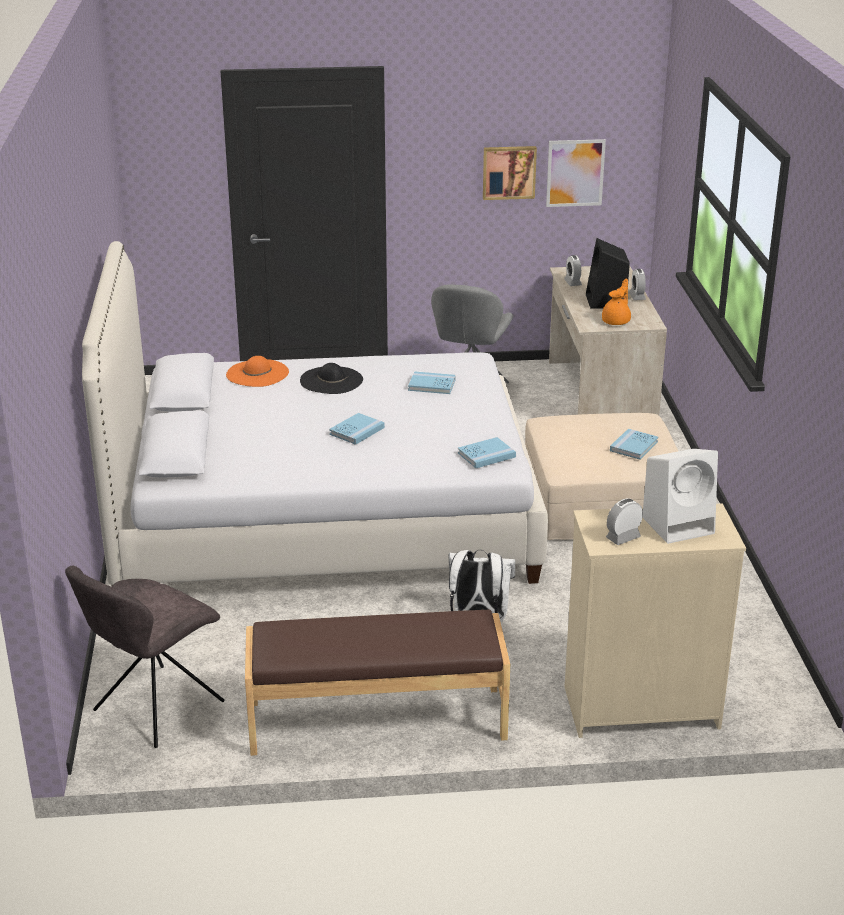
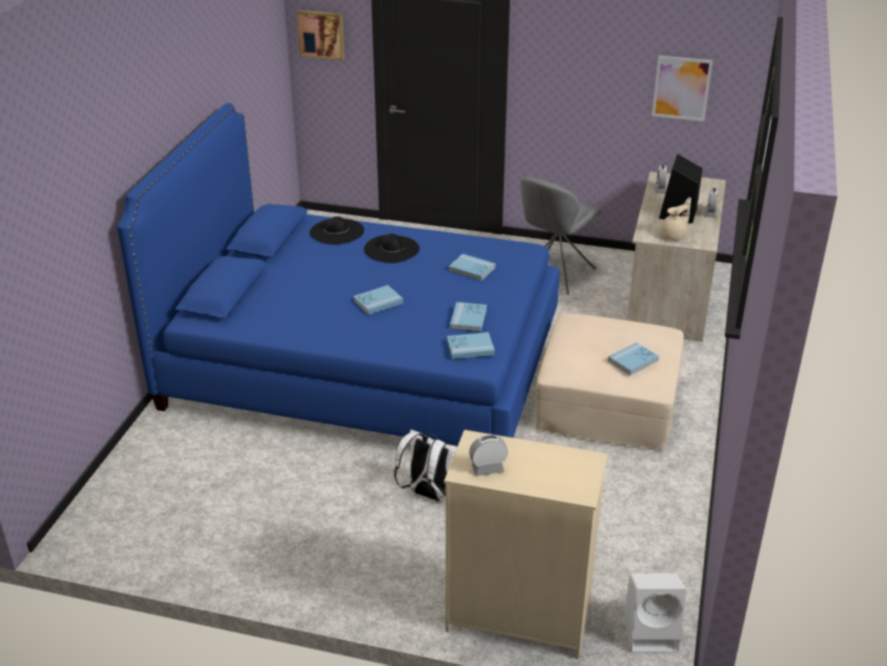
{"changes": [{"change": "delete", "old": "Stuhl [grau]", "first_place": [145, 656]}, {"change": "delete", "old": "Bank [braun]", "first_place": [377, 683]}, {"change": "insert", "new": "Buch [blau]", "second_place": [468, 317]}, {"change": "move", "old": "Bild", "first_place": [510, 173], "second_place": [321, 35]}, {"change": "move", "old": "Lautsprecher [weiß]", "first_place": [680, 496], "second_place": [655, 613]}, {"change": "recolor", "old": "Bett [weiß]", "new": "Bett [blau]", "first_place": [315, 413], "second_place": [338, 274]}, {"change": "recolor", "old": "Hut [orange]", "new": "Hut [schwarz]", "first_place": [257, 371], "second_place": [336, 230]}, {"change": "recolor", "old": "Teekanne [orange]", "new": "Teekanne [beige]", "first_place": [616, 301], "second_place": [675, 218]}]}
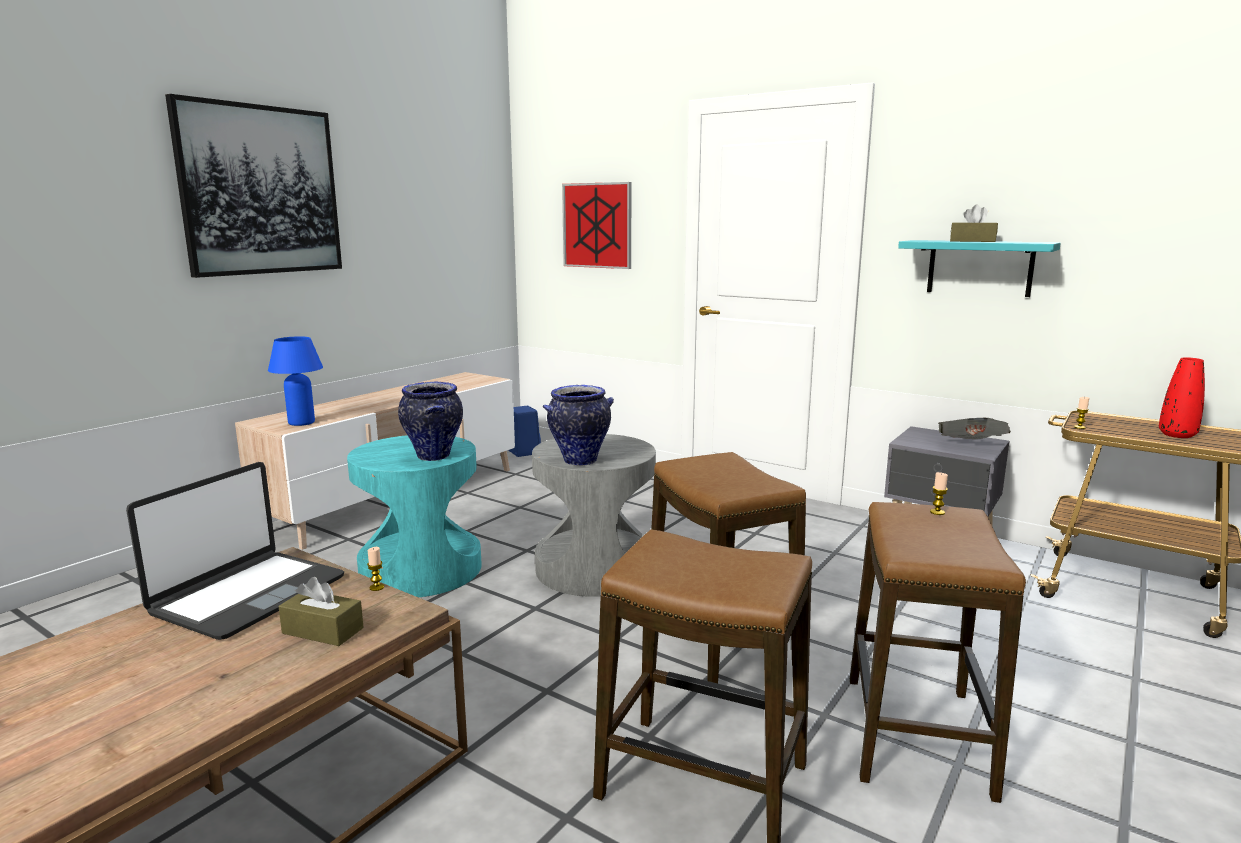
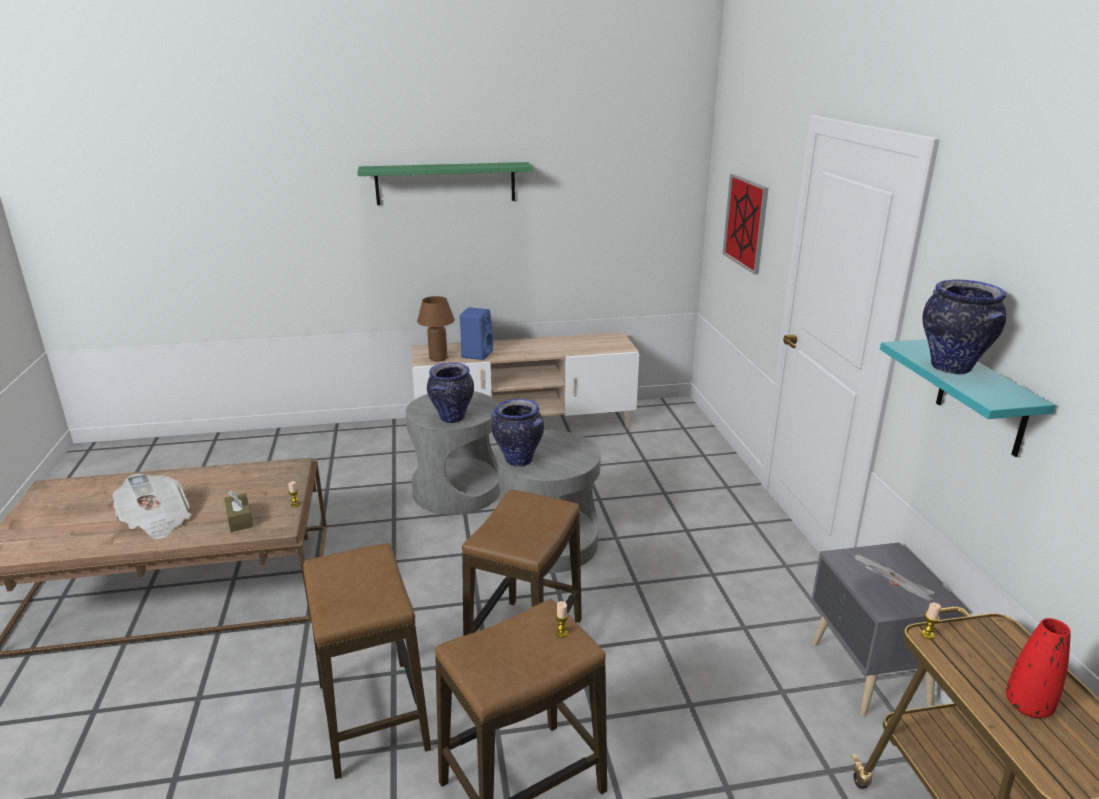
{"changes": [{"change": "delete", "old": "Laptop", "first_place": [235, 551]}, {"change": "insert", "new": "Zeitung", "second_place": [151, 506]}, {"change": "move", "old": "Lautsprecher [blau]", "first_place": [525, 431], "second_place": [476, 334]}, {"change": "replace", "old": "Bild", "new": "Wandregal [grün]", "first_place": [253, 186], "second_place": [445, 183]}, {"change": "replace", "old": "Taschentuchbox [braun]", "new": "Vase", "first_place": [974, 223], "second_place": [964, 326]}, {"change": "recolor", "old": "Tischlampe [blau]", "new": "Tischlampe [braun]", "first_place": [295, 381], "second_place": [436, 328]}, {"change": "recolor", "old": "Beistelltisch [türkis]", "new": "Beistelltisch [grau]", "first_place": [414, 516], "second_place": [453, 453]}]}
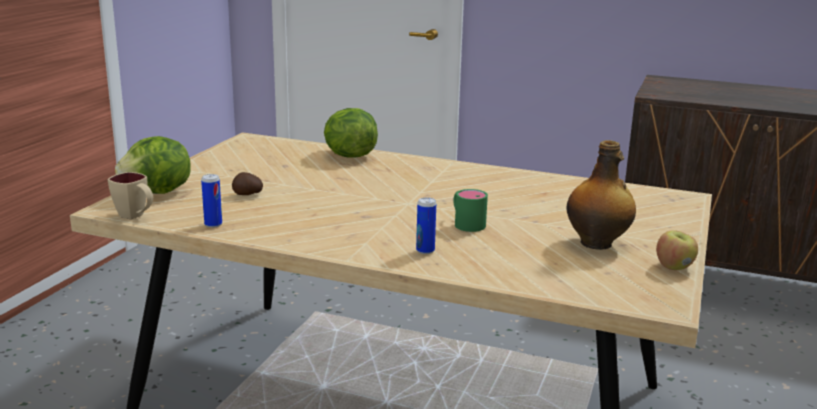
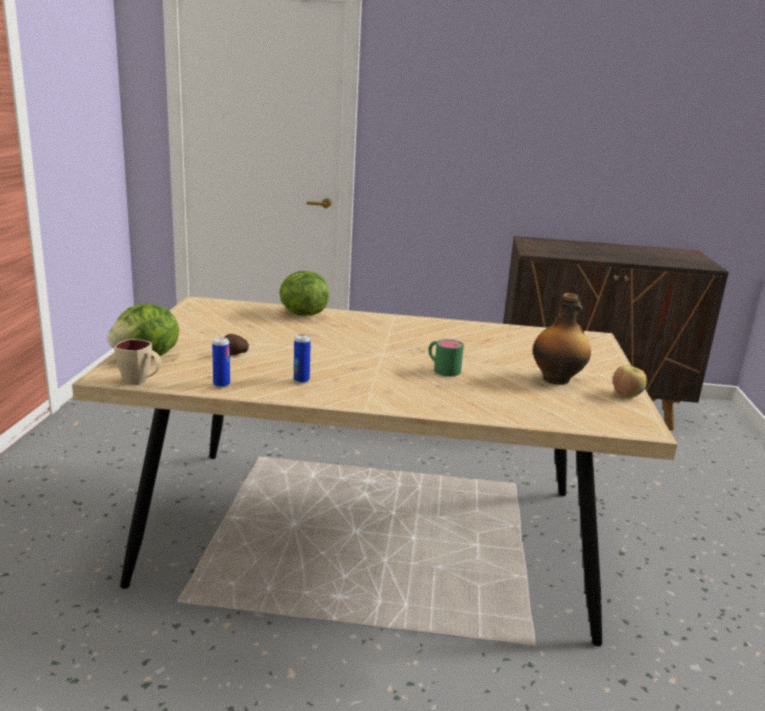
{"changes": [{"change": "move", "old": "Dose", "first_place": [426, 225], "second_place": [302, 358]}]}
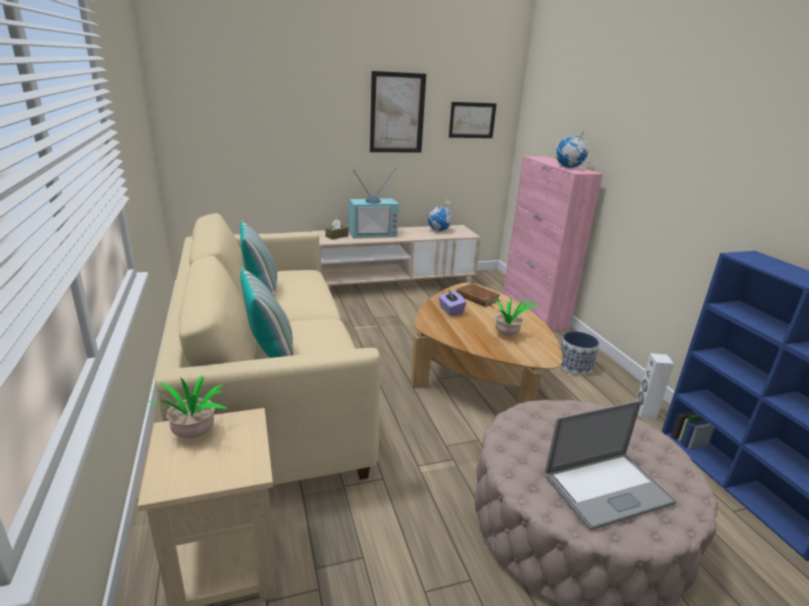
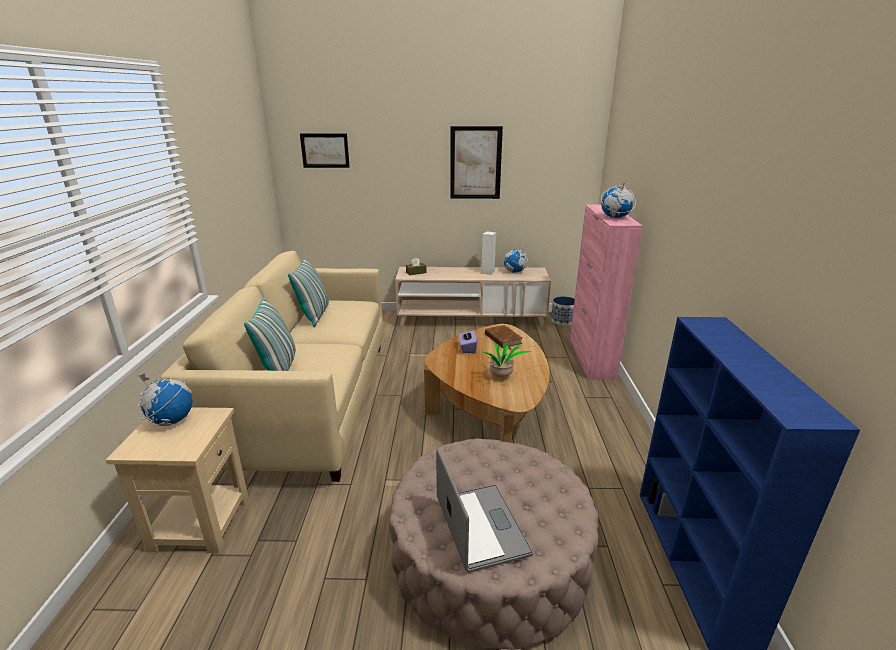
{"changes": [{"change": "delete", "old": "Fernseher", "first_place": [374, 202]}, {"change": "move", "old": "Bild", "first_place": [473, 120], "second_place": [325, 150]}, {"change": "move", "old": "Pflanzkübel", "first_place": [579, 353], "second_place": [563, 311]}, {"change": "move", "old": "Lautsprecher [weiß]", "first_place": [655, 386], "second_place": [488, 253]}, {"change": "replace", "old": "Topfpflanze", "new": "Globus", "first_place": [183, 406], "second_place": [165, 399]}, {"change": "rotate", "old": "Laptop", "first_place": [611, 465], "second_place": [484, 510], "degrees": -105}]}
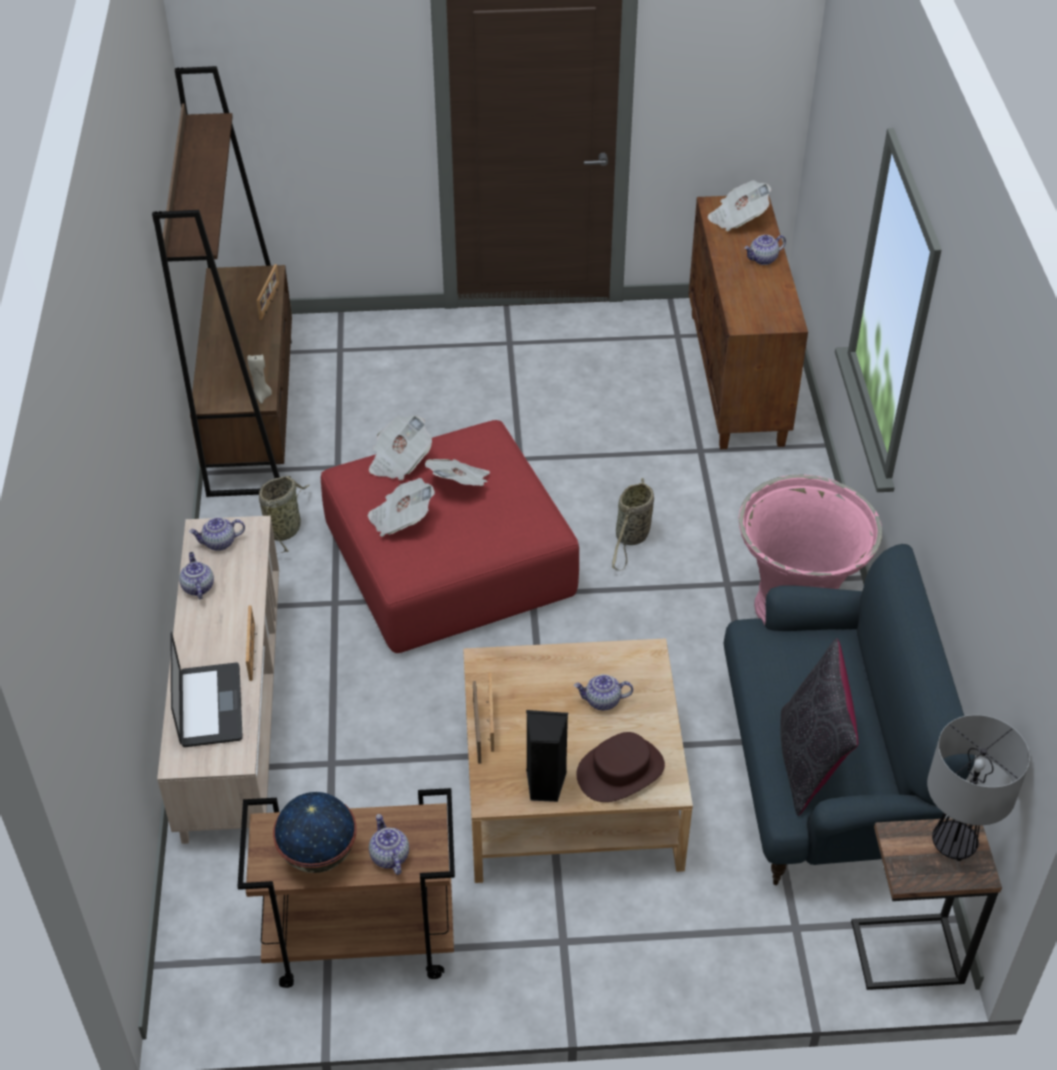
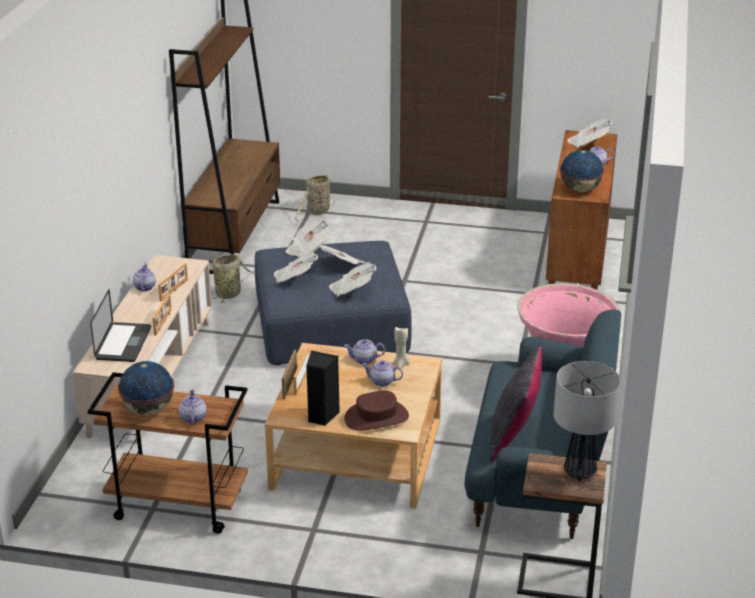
{"changes": [{"change": "insert", "new": "Zeitung", "second_place": [353, 279]}, {"change": "insert", "new": "Globus", "second_place": [582, 171]}, {"change": "move", "old": "Teekanne", "first_place": [217, 534], "second_place": [364, 351]}, {"change": "move", "old": "Kerze [beige]", "first_place": [259, 379], "second_place": [401, 347]}, {"change": "move", "old": "Bilderrahmen", "first_place": [268, 292], "second_place": [173, 282]}, {"change": "move", "old": "Korb", "first_place": [633, 524], "second_place": [314, 198]}, {"change": "recolor", "old": "Polsterhocker [rot]", "new": "Polsterhocker [blau]", "first_place": [450, 536], "second_place": [333, 303]}]}
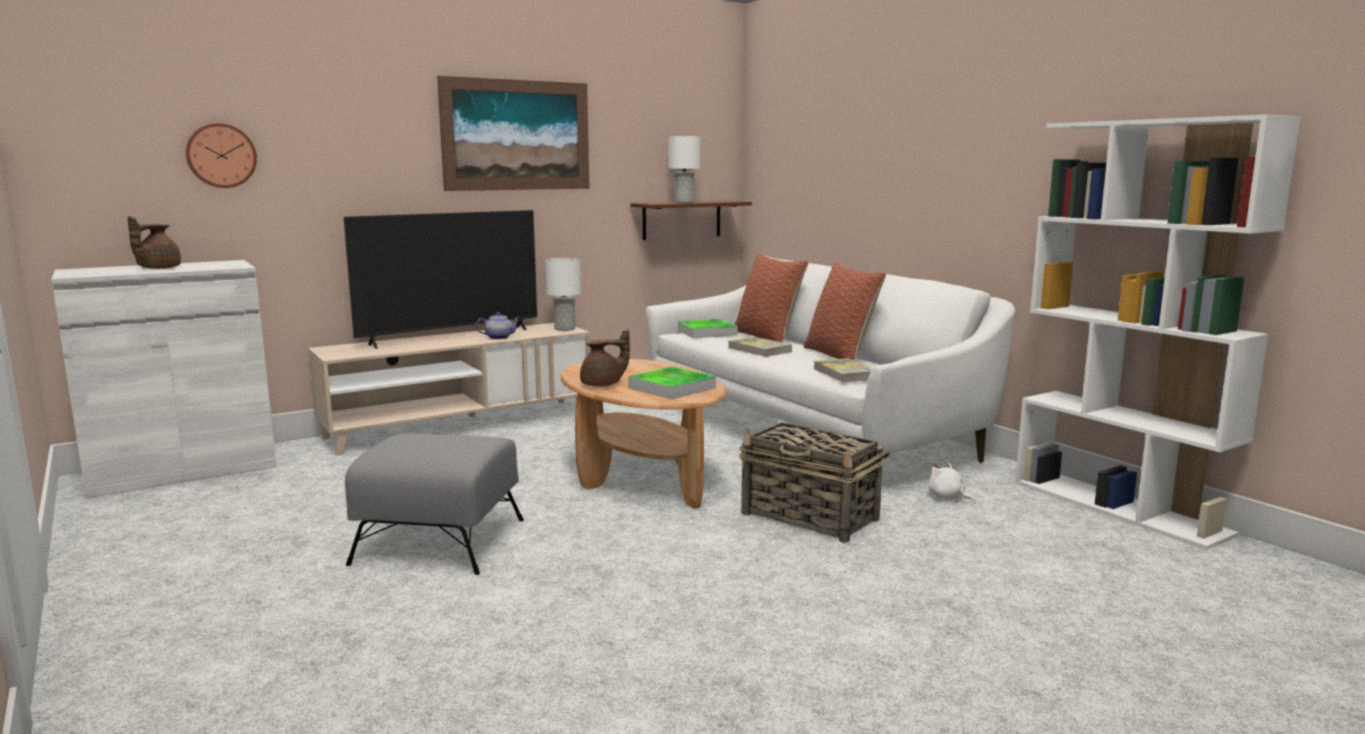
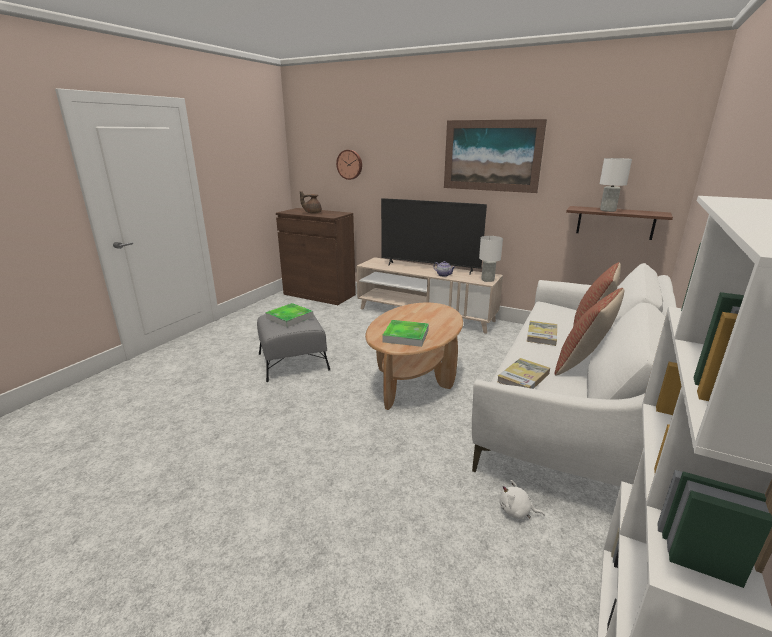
{"changes": [{"change": "delete", "old": "Teekanne [braun]", "first_place": [605, 357]}, {"change": "delete", "old": "Korb", "first_place": [812, 482]}, {"change": "move", "old": "Tablett", "first_place": [708, 328], "second_place": [289, 315]}, {"change": "recolor", "old": "Schrank [weiß]", "new": "Schrank [braun]", "first_place": [164, 379], "second_place": [316, 256]}, {"change": "rotate", "old": "Plüschtier [weiß]", "first_place": [952, 482], "second_place": [522, 499], "degrees": -90}]}
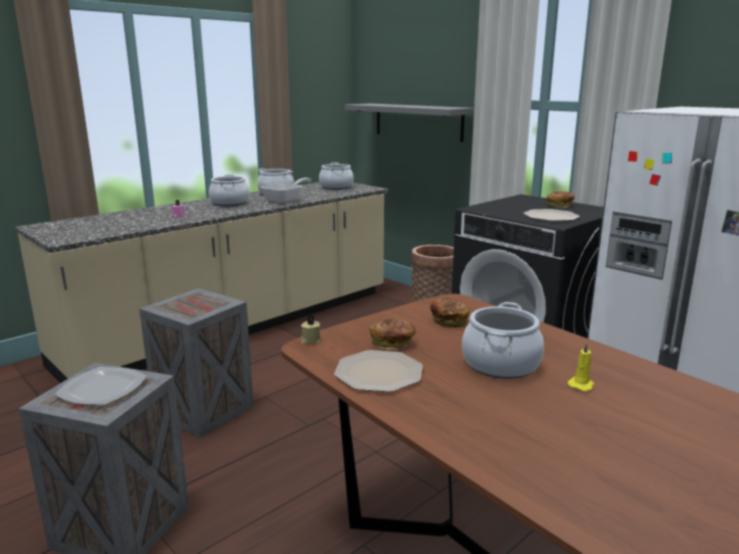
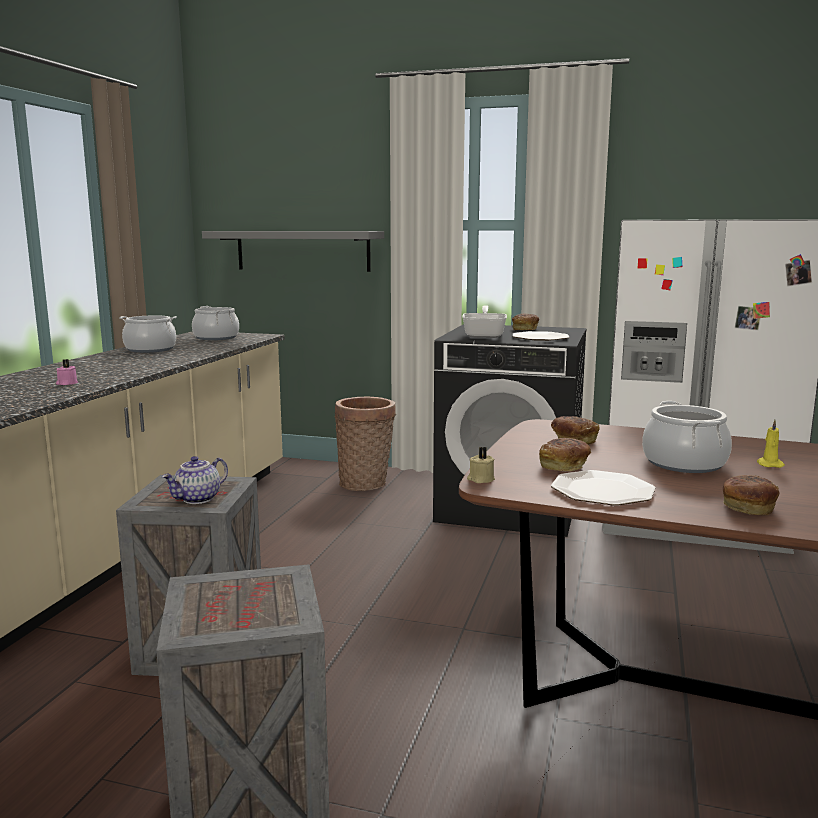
{"changes": [{"change": "delete", "old": "Teller", "first_place": [100, 386]}, {"change": "delete", "old": "Kochtopf", "first_place": [229, 190]}, {"change": "insert", "new": "Teekanne", "second_place": [195, 480]}, {"change": "insert", "new": "Brot", "second_place": [751, 495]}, {"change": "move", "old": "Pfanne", "first_place": [286, 191], "second_place": [484, 322]}]}
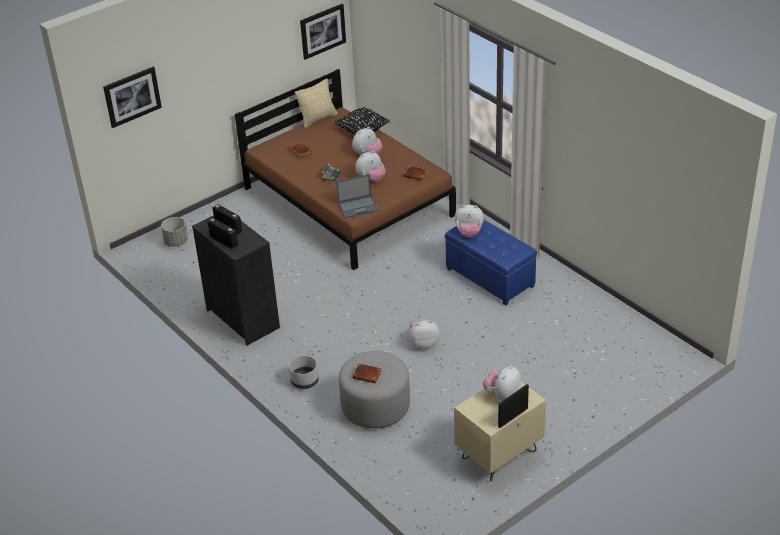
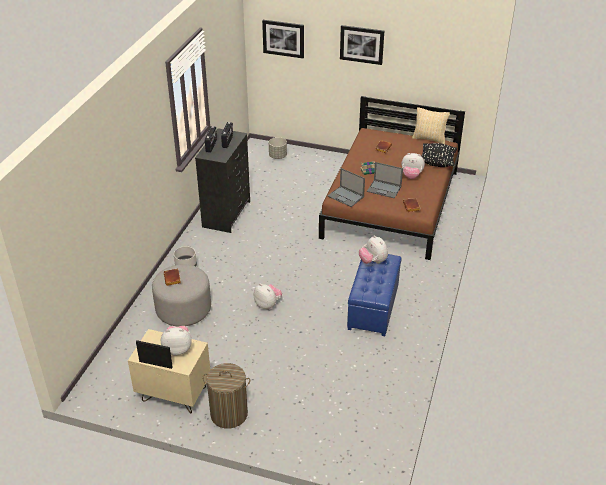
{"changes": [{"change": "insert", "new": "Wäschekorb", "second_place": [226, 396]}, {"change": "move", "old": "Bild", "first_place": [323, 32], "second_place": [362, 45]}, {"change": "replace", "old": "Plüschtier", "new": "Laptop", "first_place": [370, 166], "second_place": [385, 180]}]}
